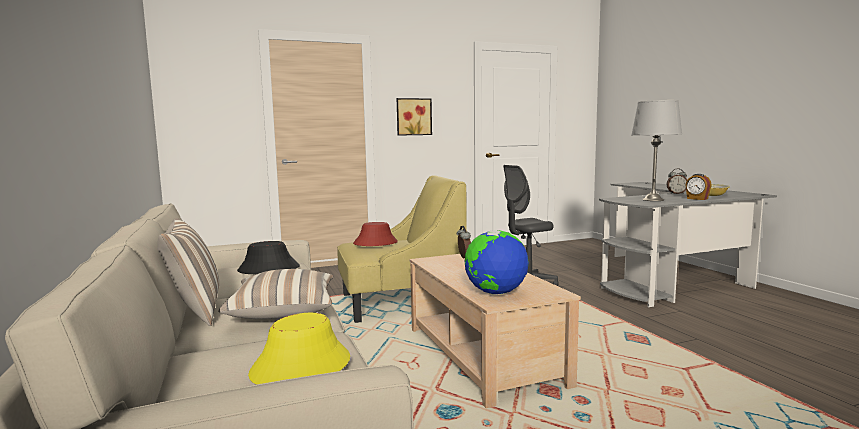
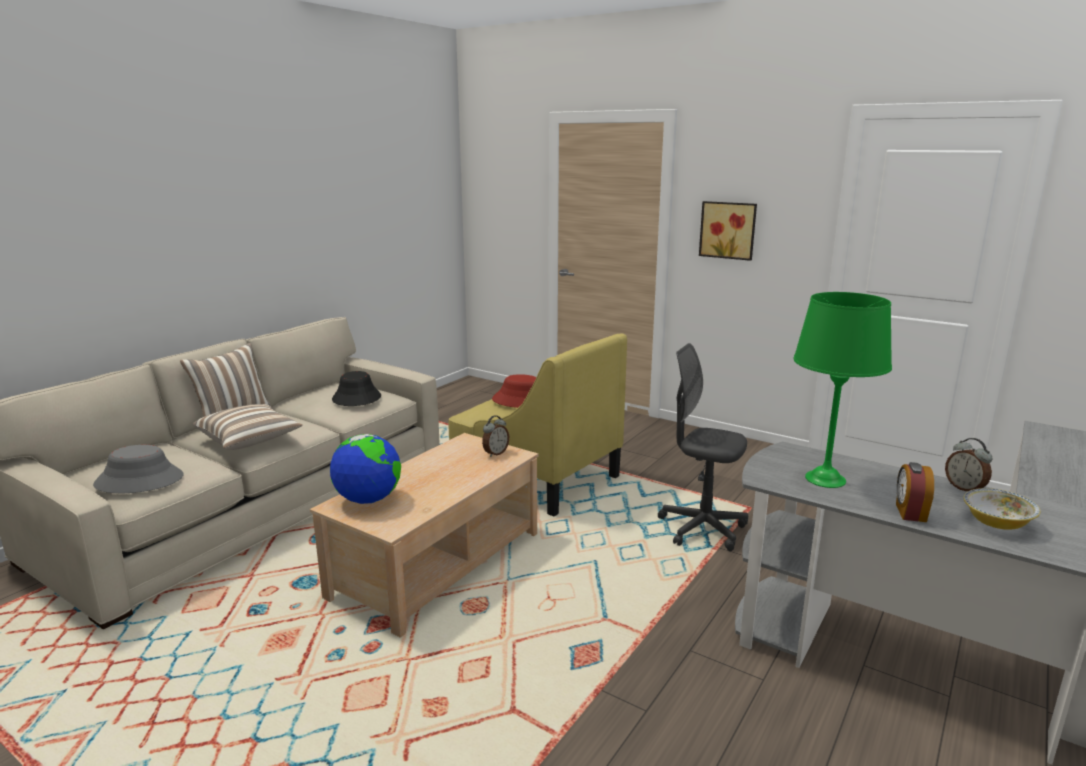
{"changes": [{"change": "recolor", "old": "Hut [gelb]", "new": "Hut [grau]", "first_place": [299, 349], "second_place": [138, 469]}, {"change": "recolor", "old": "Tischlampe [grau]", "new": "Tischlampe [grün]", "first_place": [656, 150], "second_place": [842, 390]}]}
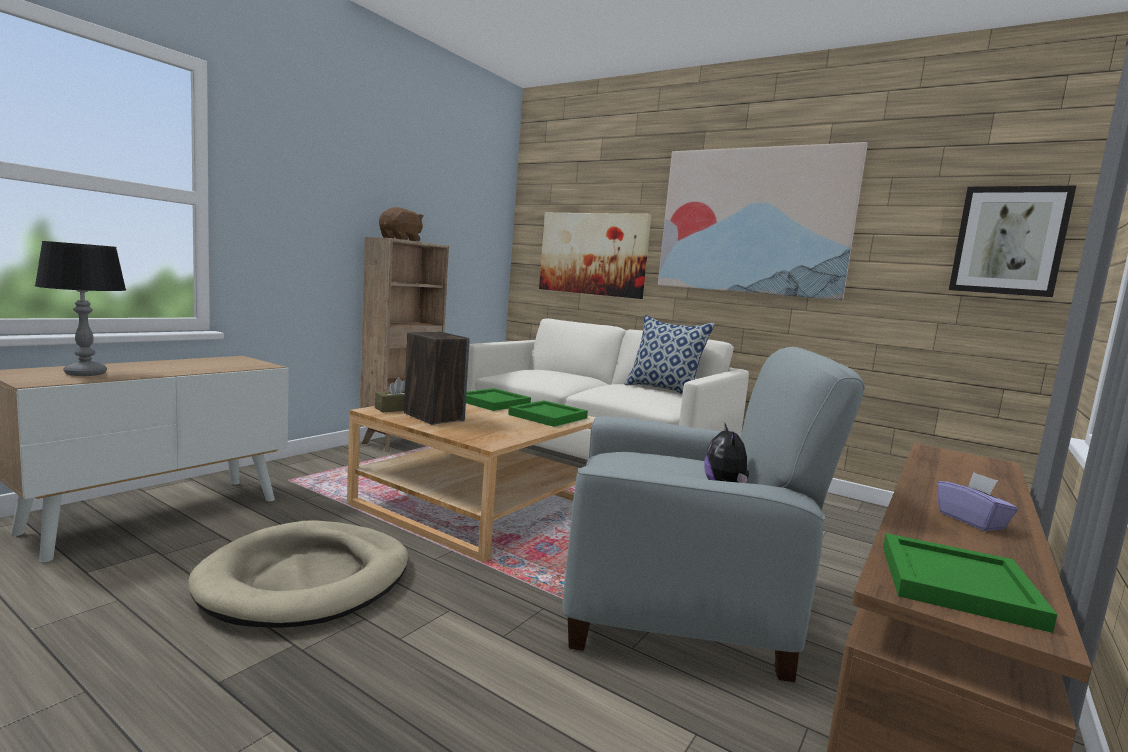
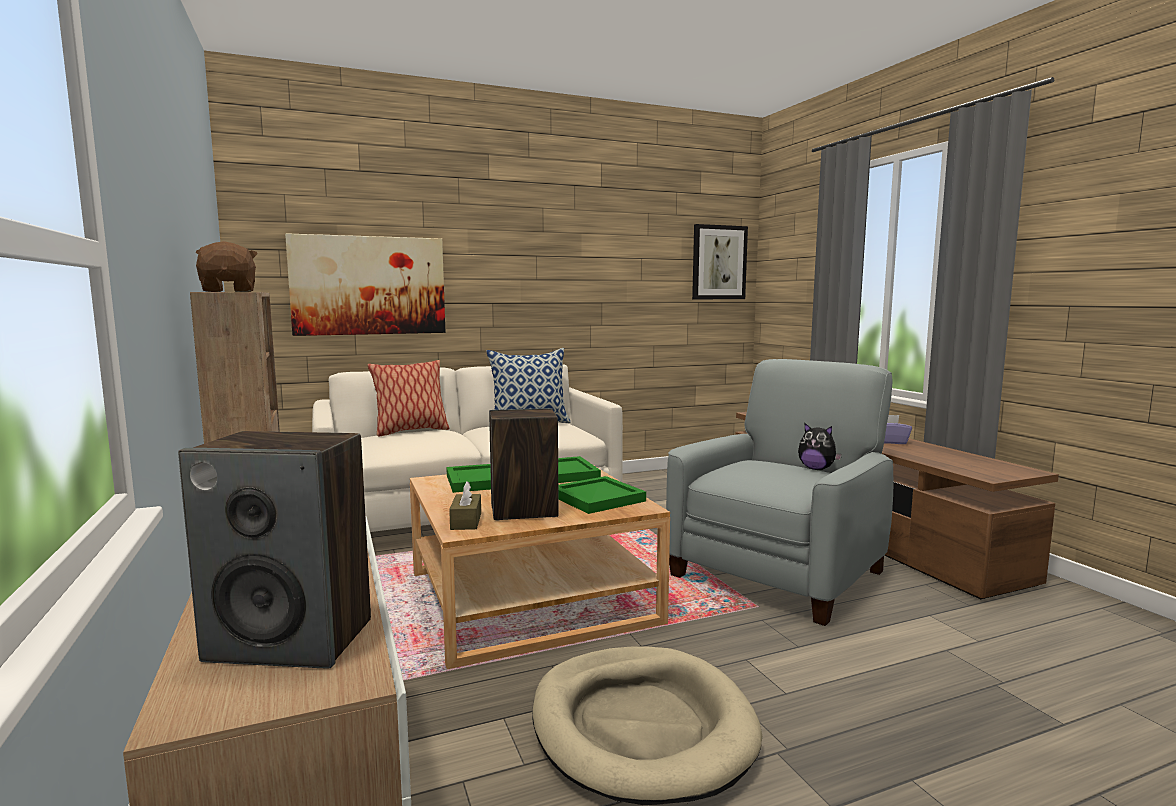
{"changes": [{"change": "delete", "old": "Bild", "first_place": [763, 221]}, {"change": "insert", "new": "Kissen", "second_place": [409, 398]}, {"change": "move", "old": "Tablett [grün]", "first_place": [970, 583], "second_place": [602, 495]}, {"change": "replace", "old": "Tischlampe", "new": "Lautsprecher", "first_place": [80, 308], "second_place": [274, 549]}]}
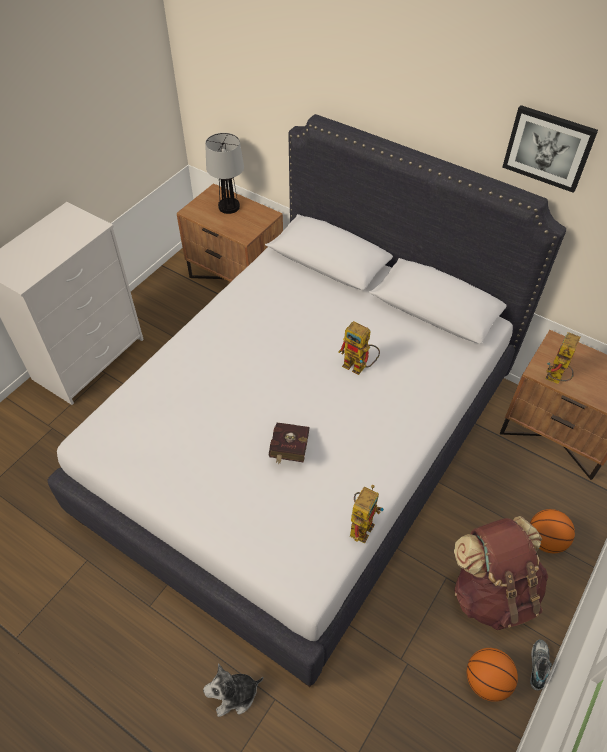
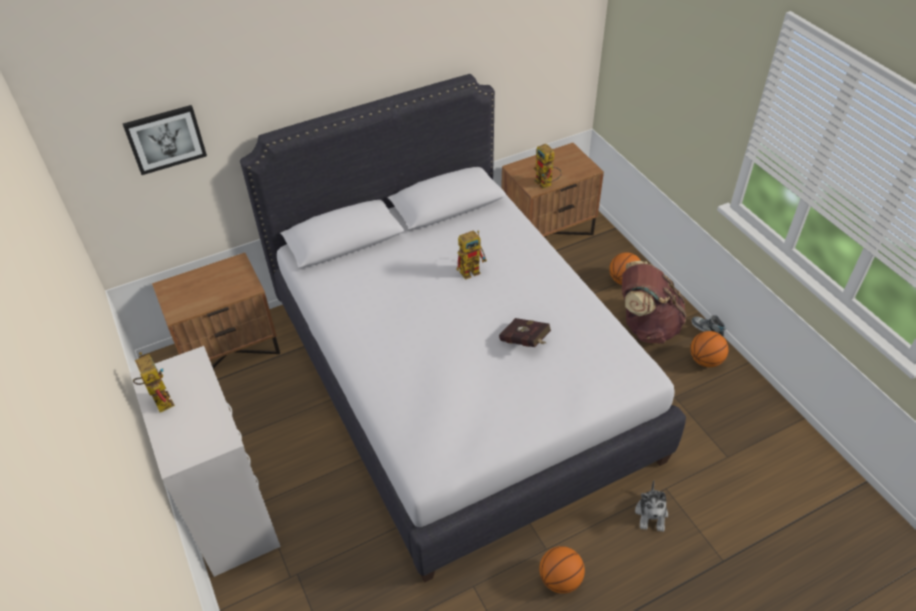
{"changes": [{"change": "delete", "old": "Tischlampe", "first_place": [224, 173]}, {"change": "insert", "new": "Basketball", "second_place": [562, 570]}, {"change": "move", "old": "Spielzeugroboter", "first_place": [367, 514], "second_place": [154, 382]}, {"change": "move", "old": "Bild", "first_place": [550, 149], "second_place": [165, 140]}]}
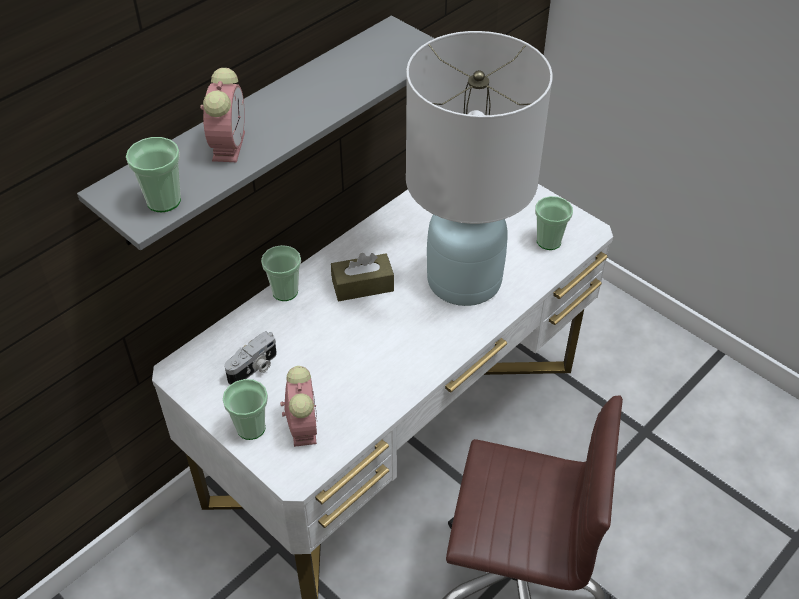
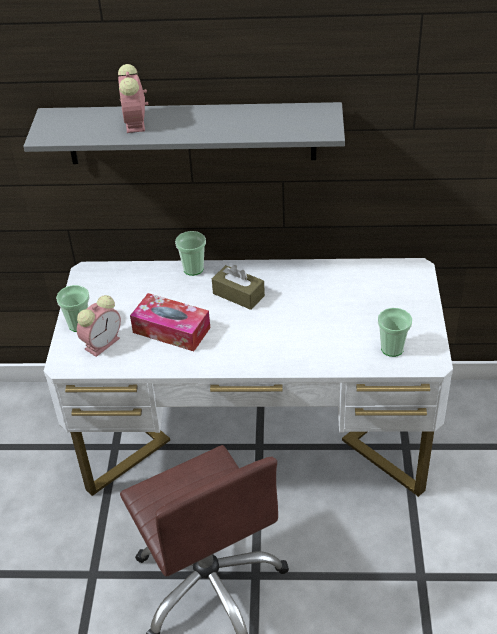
{"changes": [{"change": "delete", "old": "Tasse", "first_place": [153, 174]}, {"change": "delete", "old": "Kamera", "first_place": [250, 358]}, {"change": "delete", "old": "Tischlampe [weiß]", "first_place": [479, 168]}, {"change": "insert", "new": "Taschentuchbox", "second_place": [170, 322]}, {"change": "rotate", "old": "Wecker", "first_place": [222, 115], "second_place": [133, 98], "degrees": 120}]}
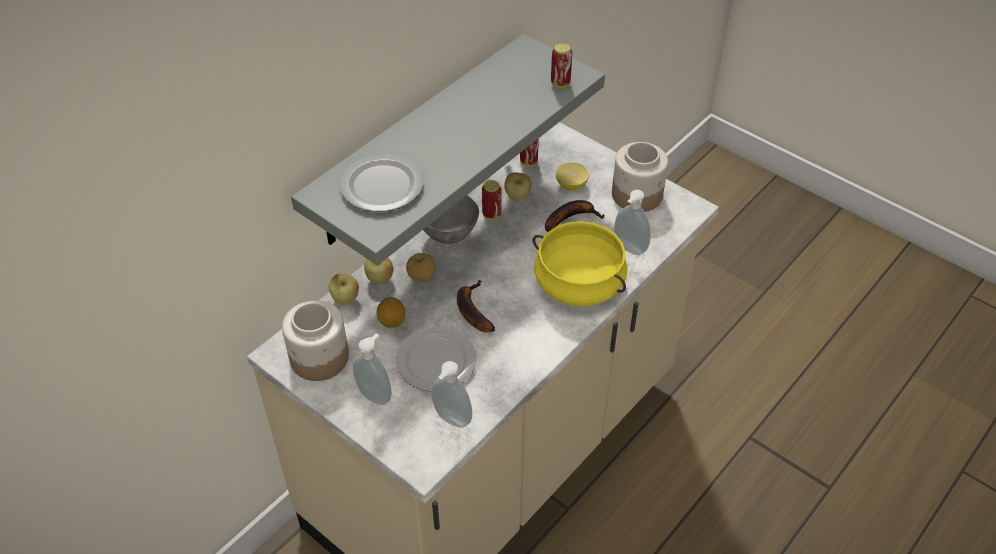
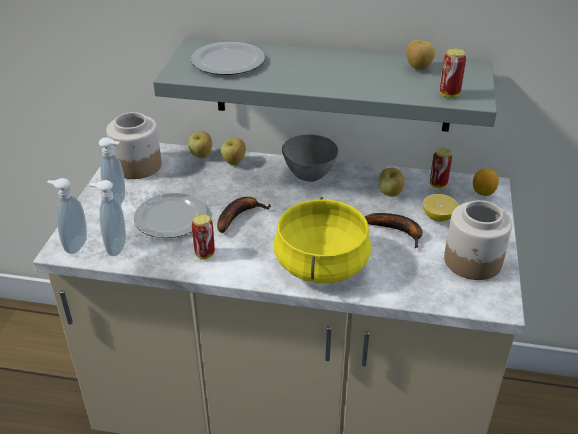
{"changes": [{"change": "move", "old": "Zitrone", "first_place": [391, 312], "second_place": [486, 182]}, {"change": "move", "old": "Apfel", "first_place": [420, 267], "second_place": [420, 55]}, {"change": "move", "old": "Dose", "first_place": [492, 200], "second_place": [203, 236]}, {"change": "move", "old": "Seifenspender", "first_place": [632, 222], "second_place": [67, 216]}]}
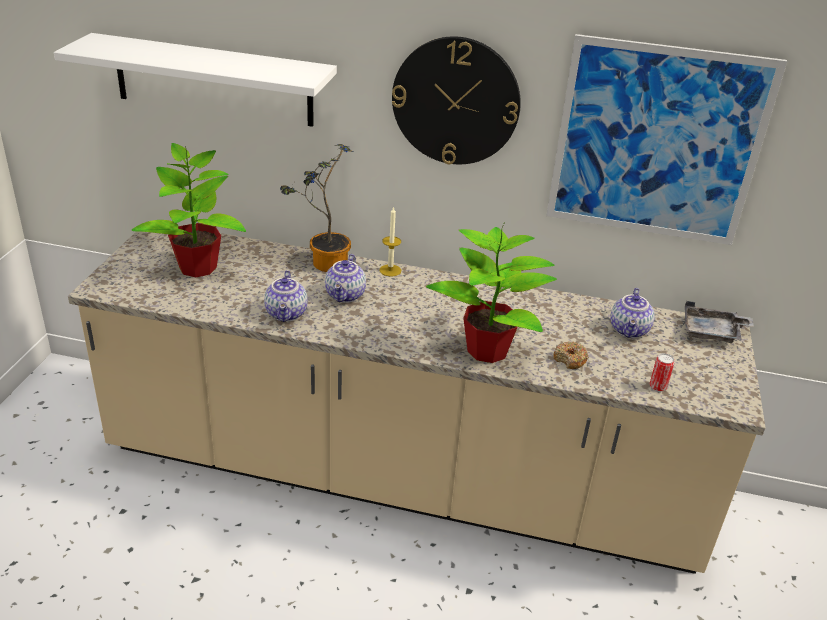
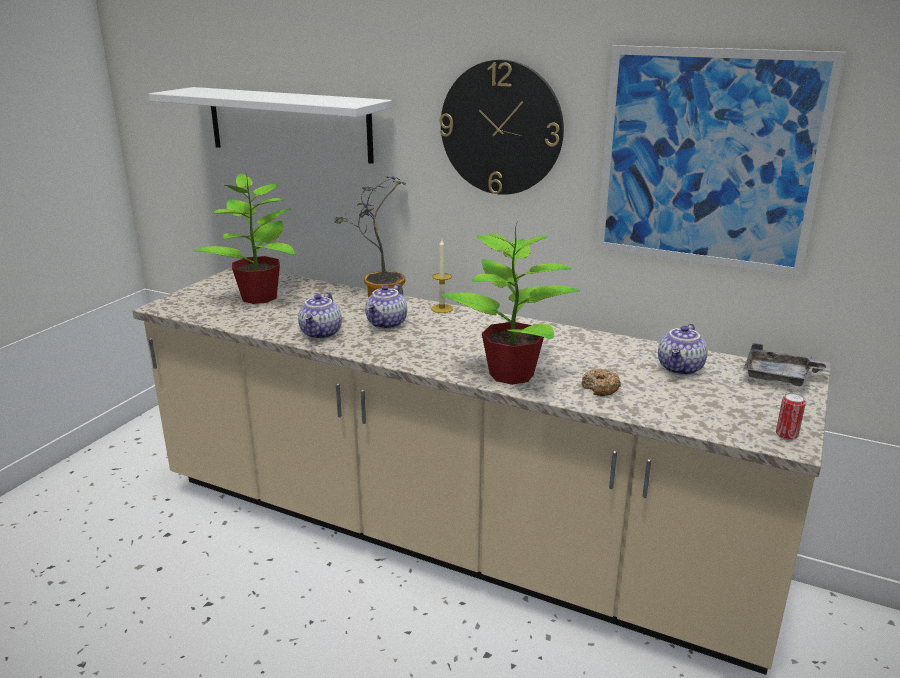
{"changes": [{"change": "move", "old": "Dose", "first_place": [662, 372], "second_place": [791, 416]}]}
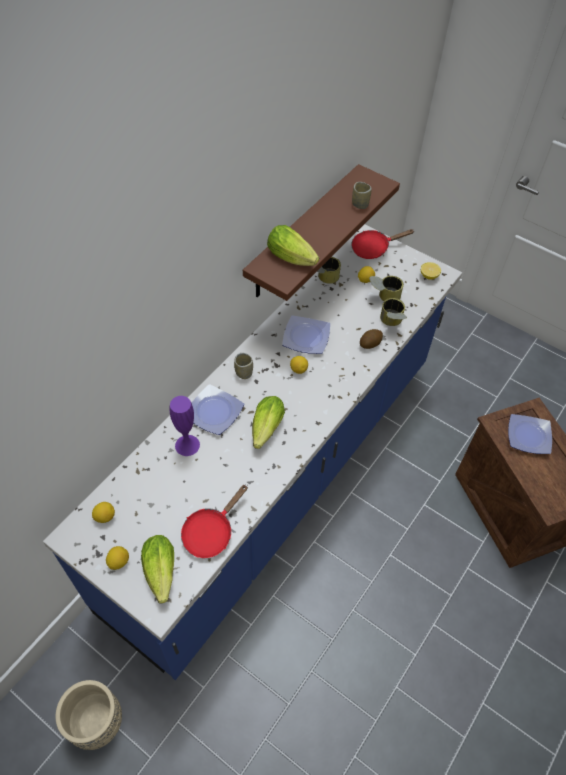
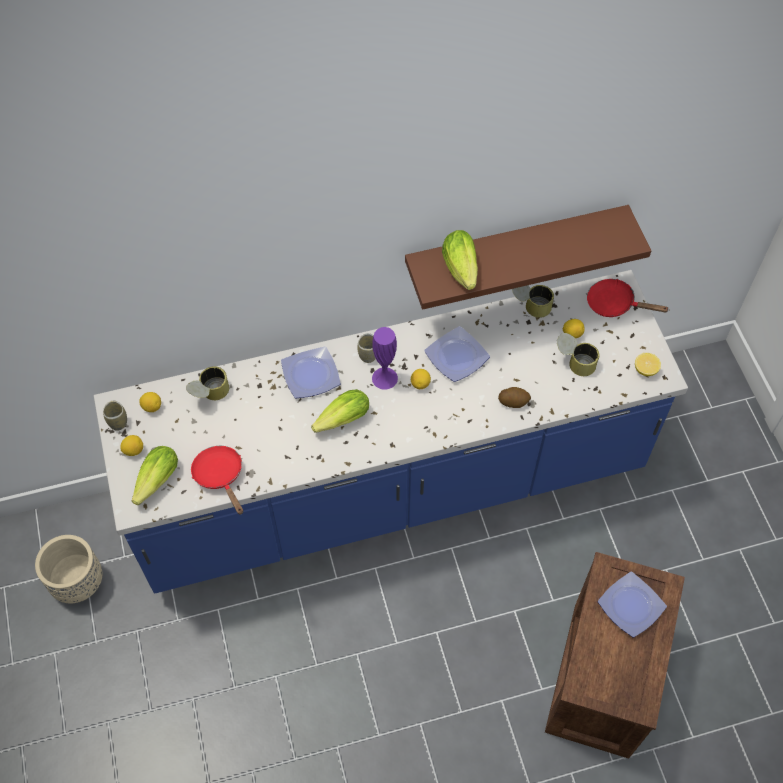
{"changes": [{"change": "move", "old": "Vase [lila]", "first_place": [185, 426], "second_place": [385, 358]}, {"change": "move", "old": "Tasse", "first_place": [362, 195], "second_place": [115, 416]}, {"change": "move", "old": "Dose", "first_place": [393, 312], "second_place": [207, 383]}, {"change": "rotate", "old": "Pfanne [rot]", "first_place": [214, 521], "second_place": [217, 480], "degrees": 75}]}
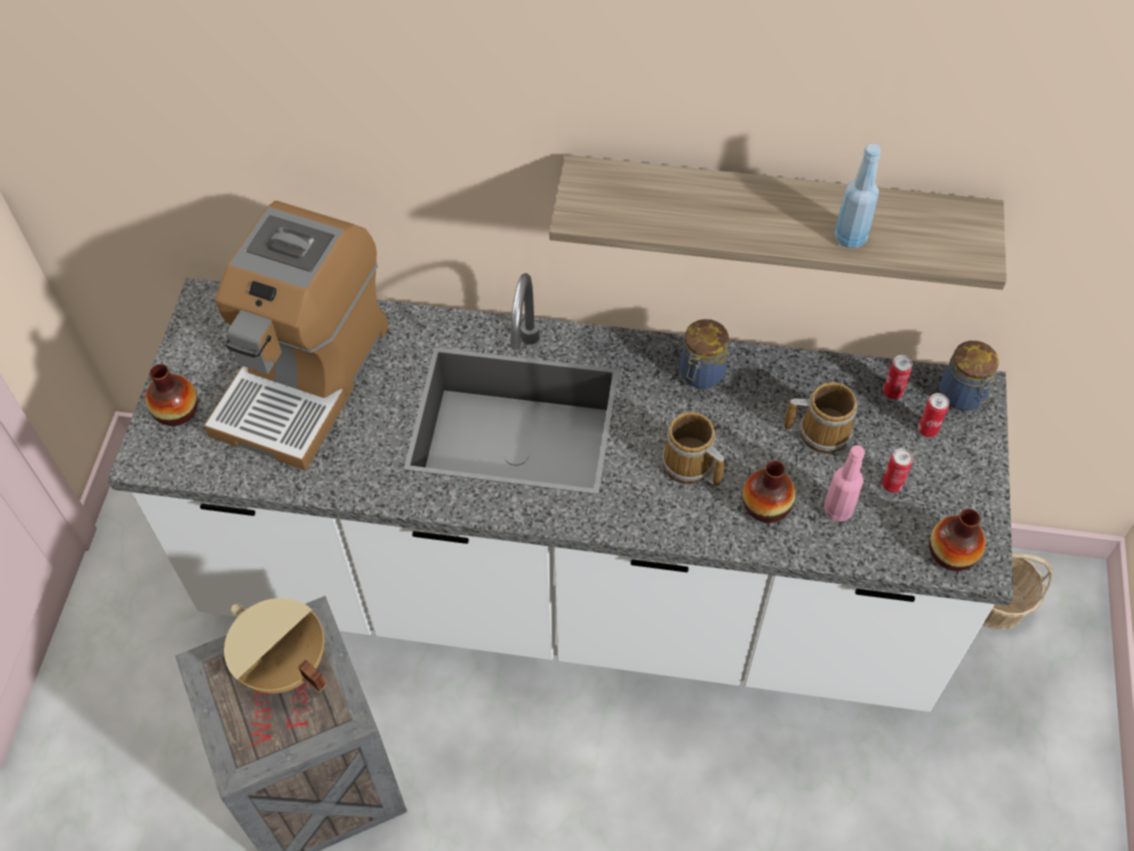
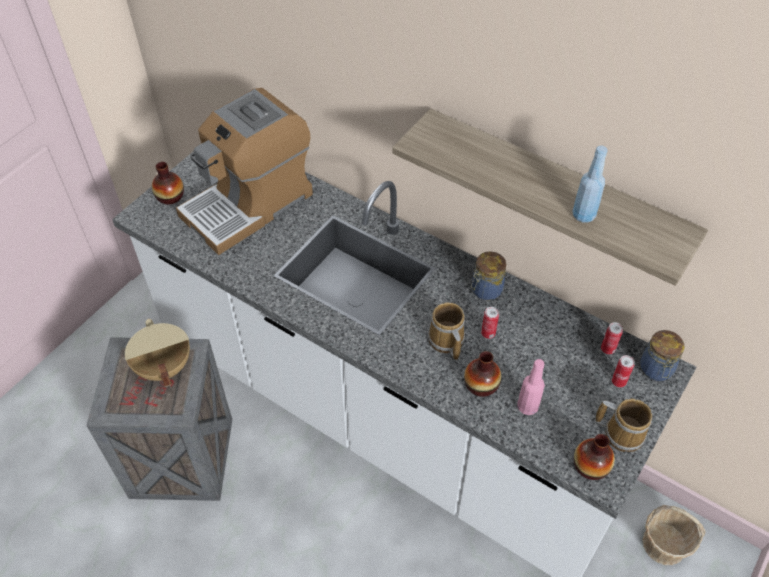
{"changes": [{"change": "move", "old": "Henkelbecher", "first_place": [820, 418], "second_place": [623, 425]}, {"change": "move", "old": "Dose", "first_place": [897, 470], "second_place": [490, 323]}]}
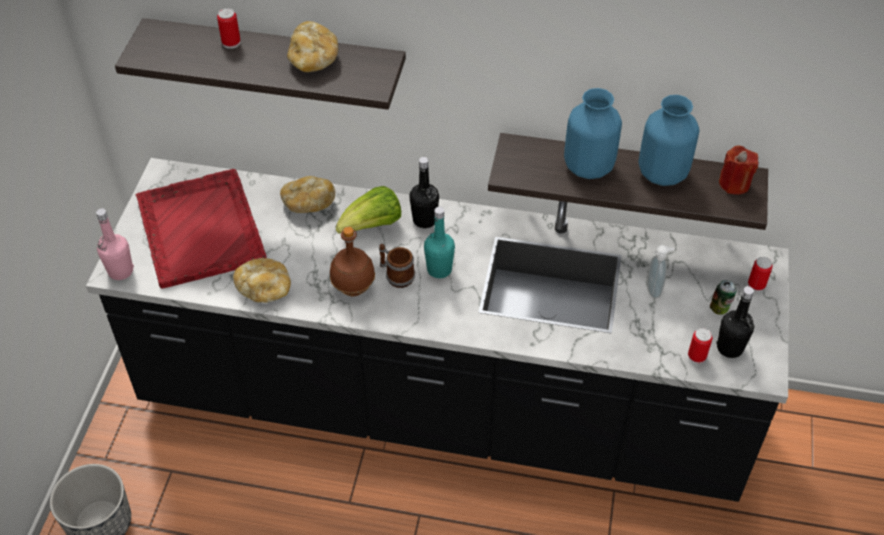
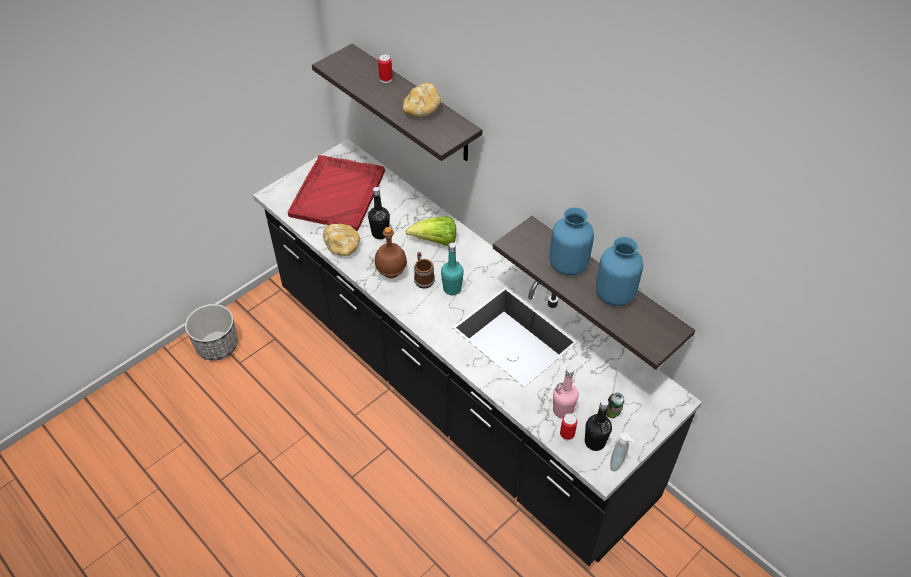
{"changes": [{"change": "delete", "old": "Brot", "first_place": [307, 194]}, {"change": "delete", "old": "Kerze [rot]", "first_place": [739, 170]}, {"change": "delete", "old": "Dose", "first_place": [760, 274]}, {"change": "move", "old": "Flasche [rosa]", "first_place": [115, 244], "second_place": [566, 392]}, {"change": "move", "old": "Flasche [schwarz]", "first_place": [424, 192], "second_place": [379, 213]}, {"change": "move", "old": "Seifenspender", "first_place": [661, 271], "second_place": [622, 451]}]}
